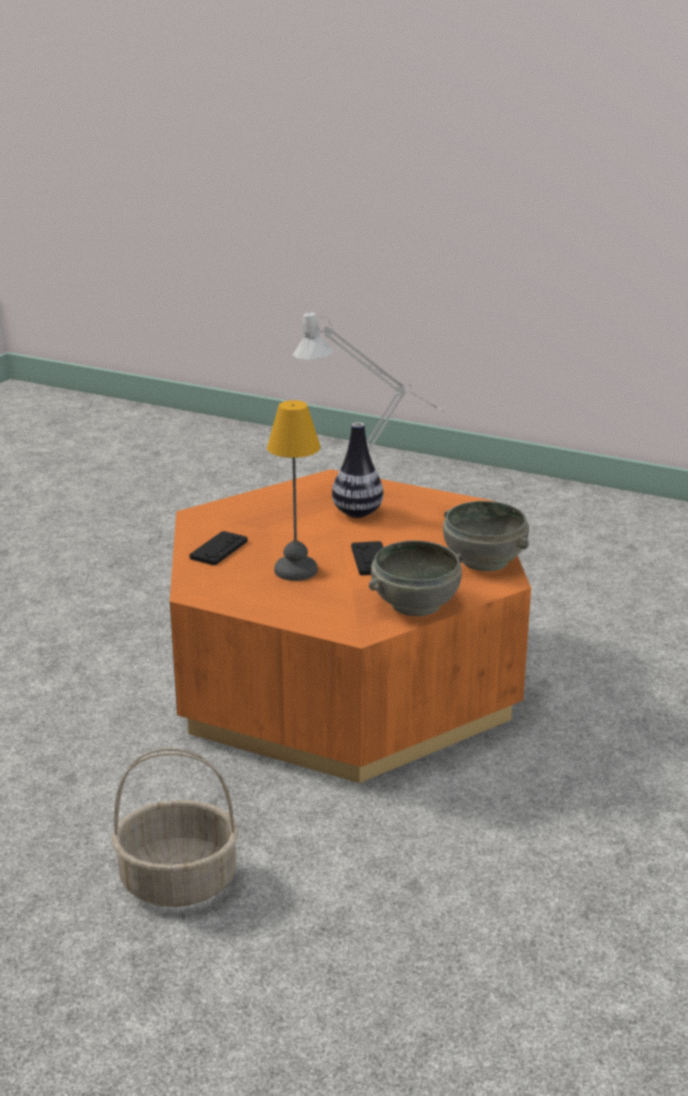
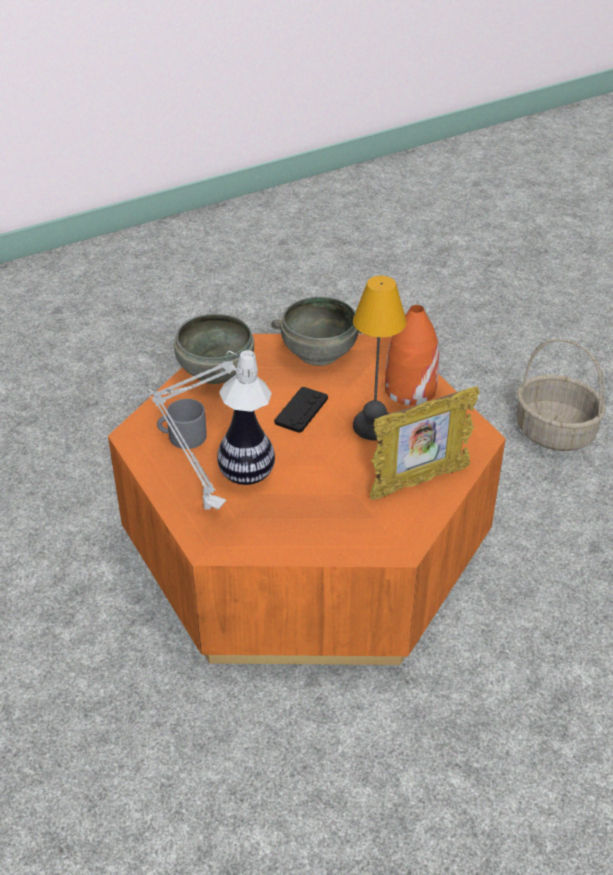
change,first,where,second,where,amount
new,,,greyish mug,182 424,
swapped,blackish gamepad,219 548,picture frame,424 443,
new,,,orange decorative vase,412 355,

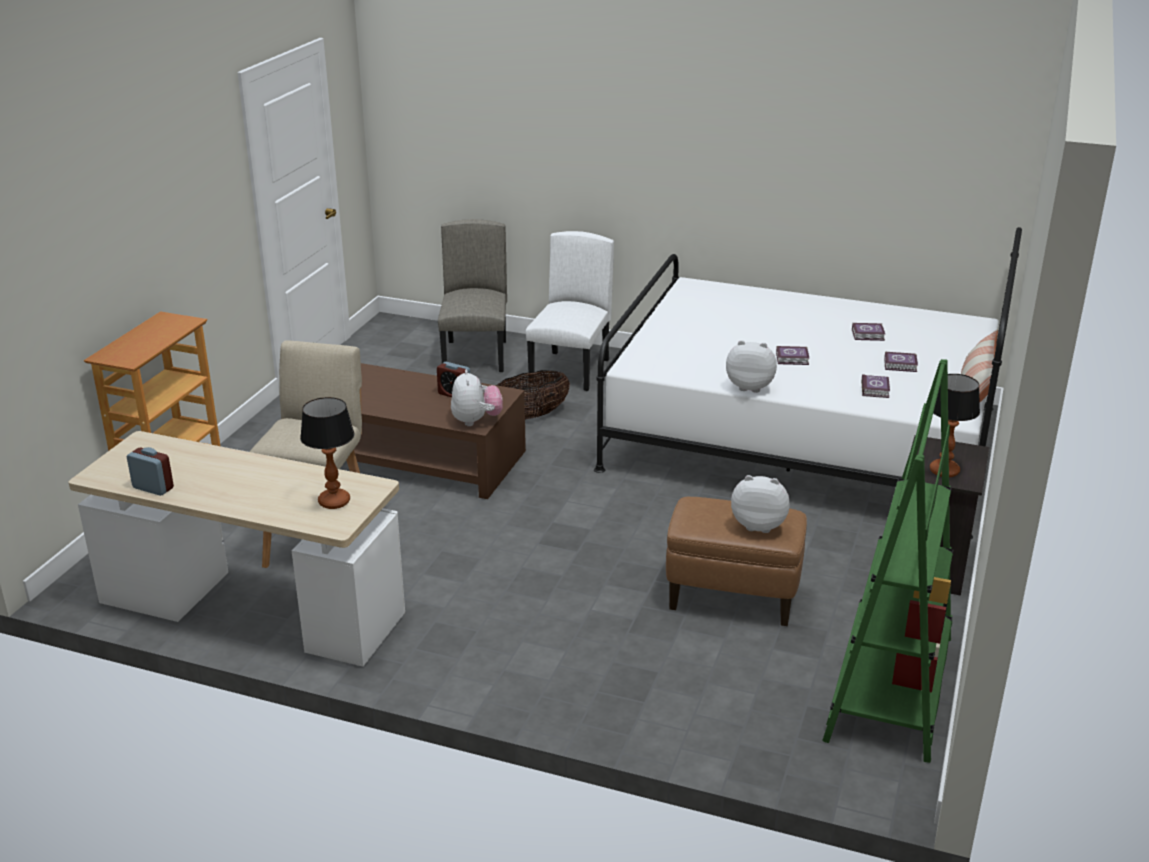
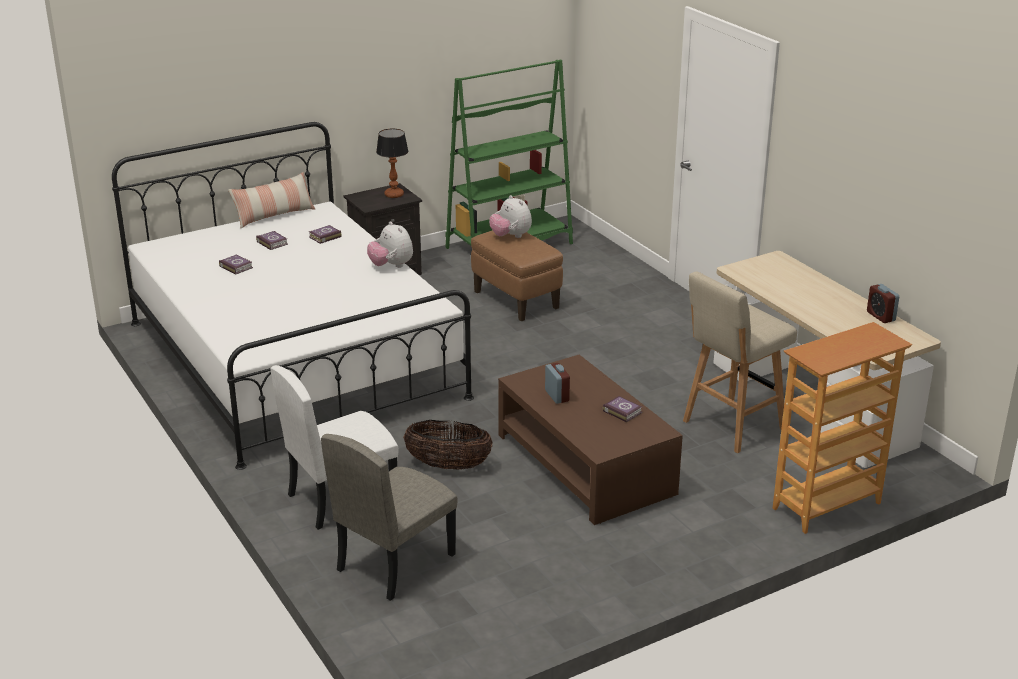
change,first,where,second,where,amount
shifted,book,792 355,,622 409,
gone,table lamp,327 453,,,
gone,cuddly toy,477 397,,,

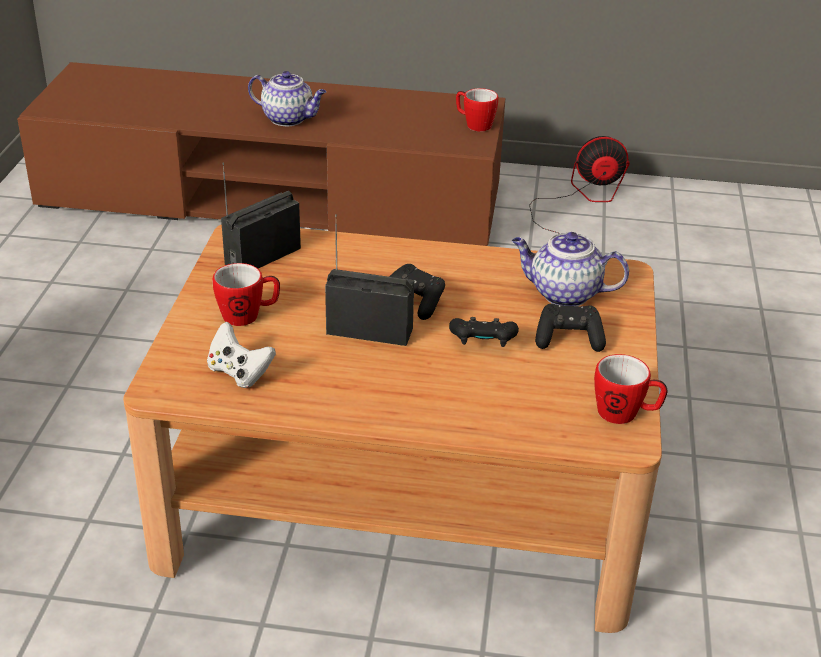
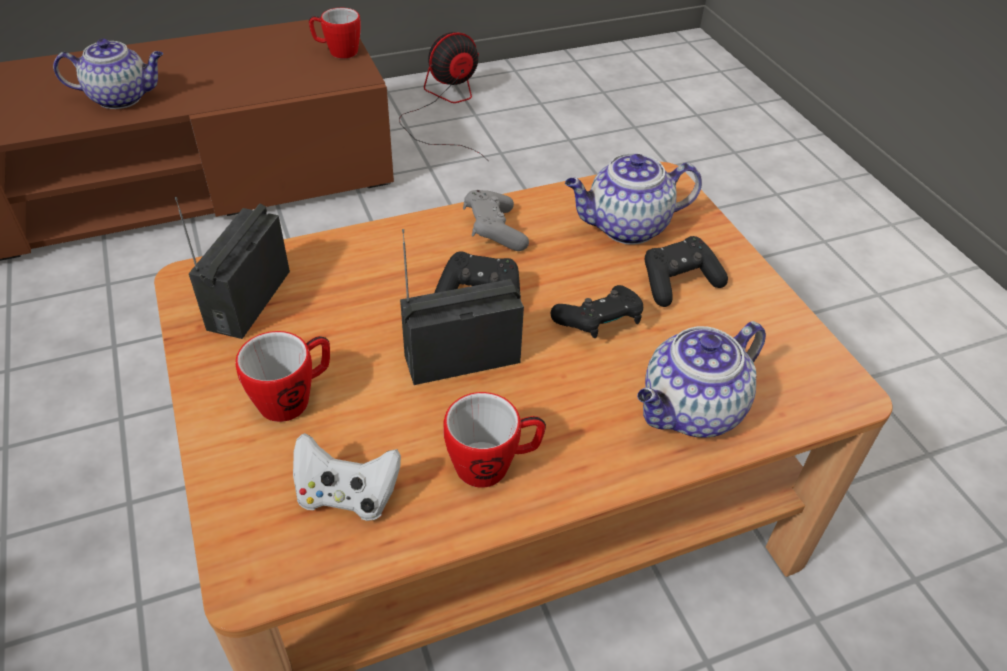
change,first,where,second,where,amount
shifted,mug,631 389,,494 440,
new,,,greyish gamepad,496 220,
new,,,tea pot,701 379,

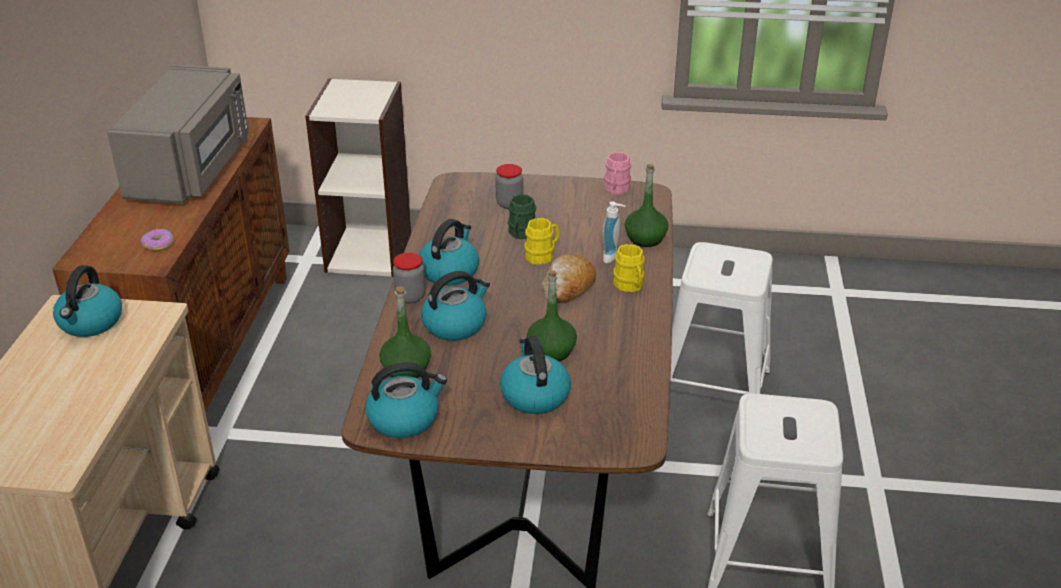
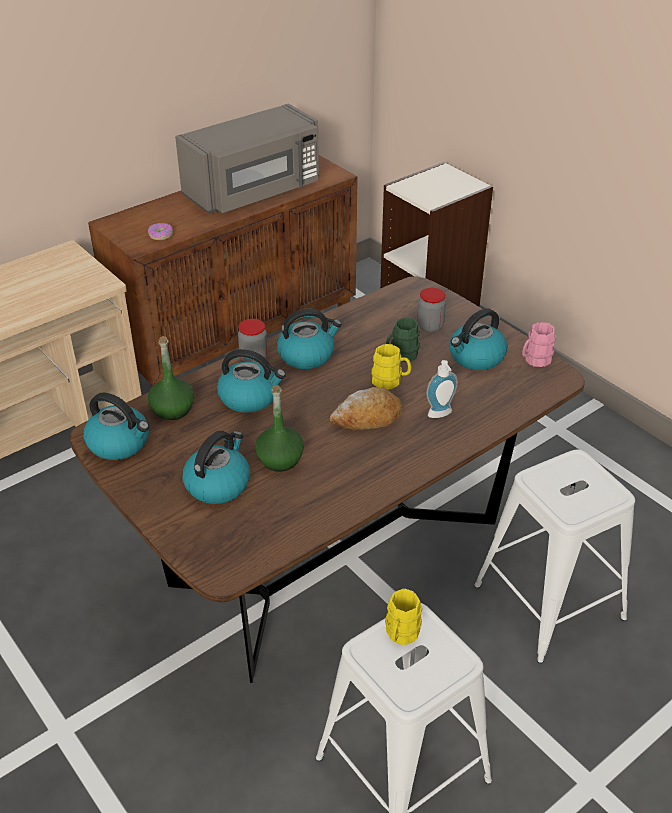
change,first,where,second,where,amount
shifted,yellow-coloured mug,629 268,,403 617,
shifted,kettle,87 301,,478 339,
gone,greenish beverage bottle,646 205,,,

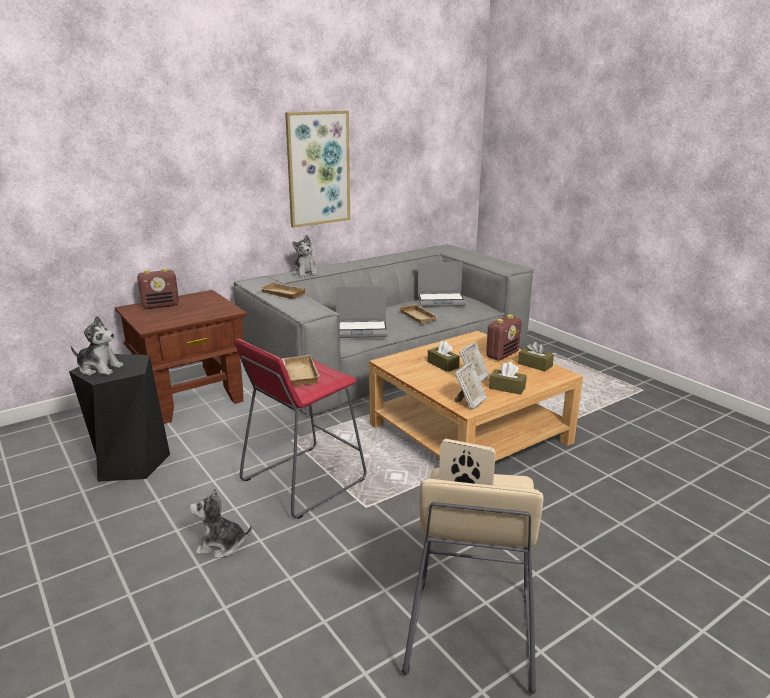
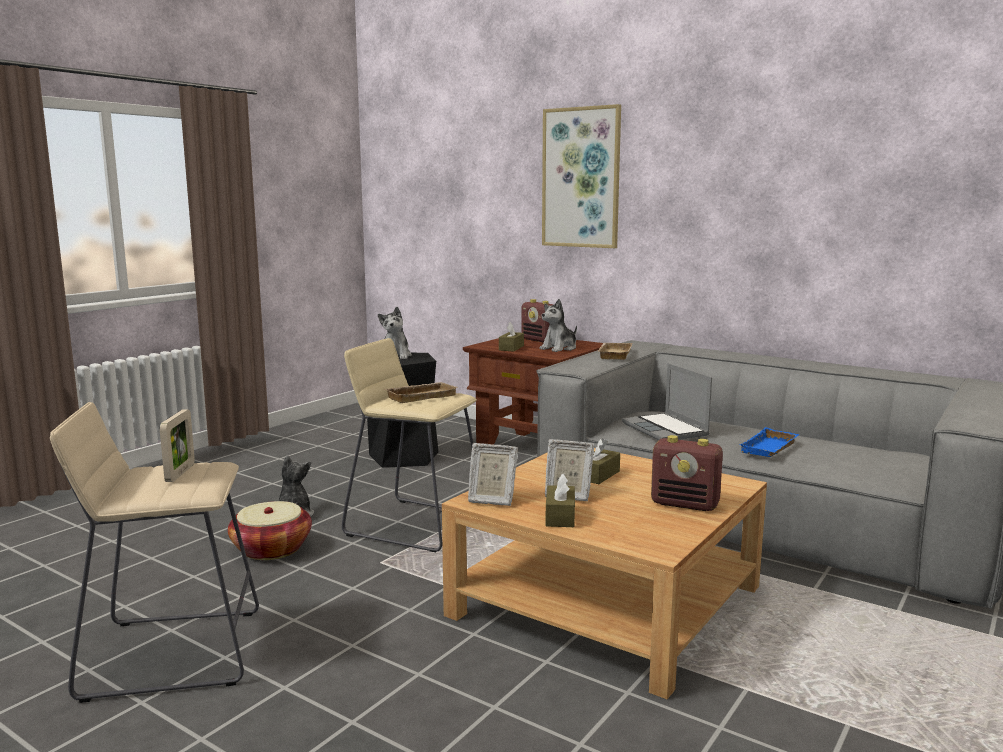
change,first,where,second,where,amount
new,,,basket,270 530,
repainted,reddish stool,301 429,sand-coloured stool,409 445,
shifted,brown-coloured box of tissues,536 356,,511 336,
shifted,cuddly toy,305 256,,558 325,
shifted,picture,317 169,,581 176,
repainted,sand-coloured serving tray,419 314,blue-coloured serving tray,770 442,
gone,notebook computer,442 284,,,

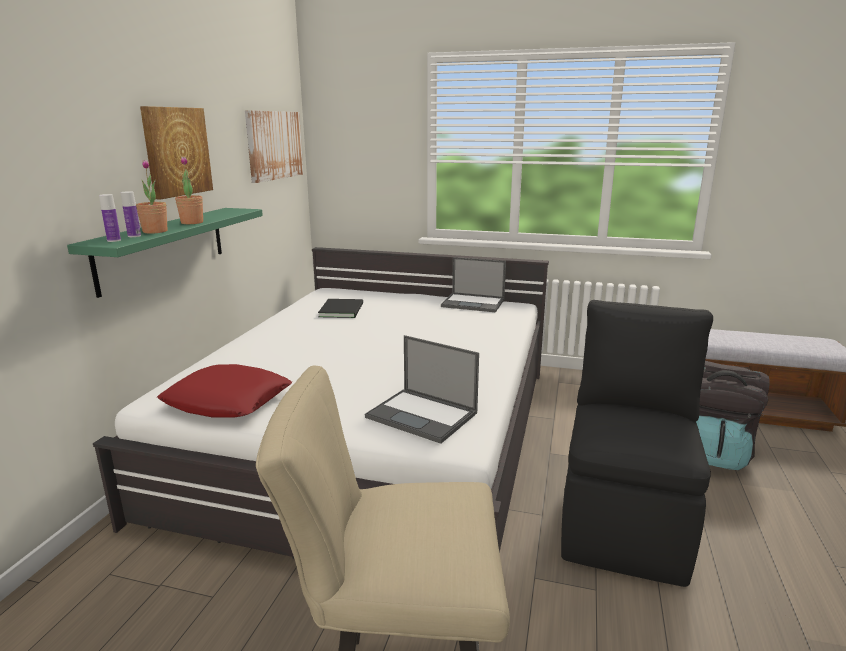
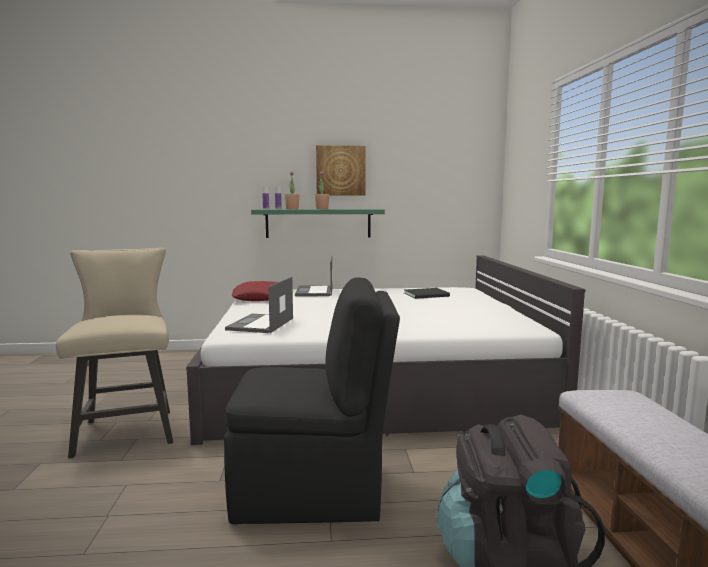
change,first,where,second,where,amount
shifted,notebook computer,473 285,,313 276,
gone,picture,274 146,,,

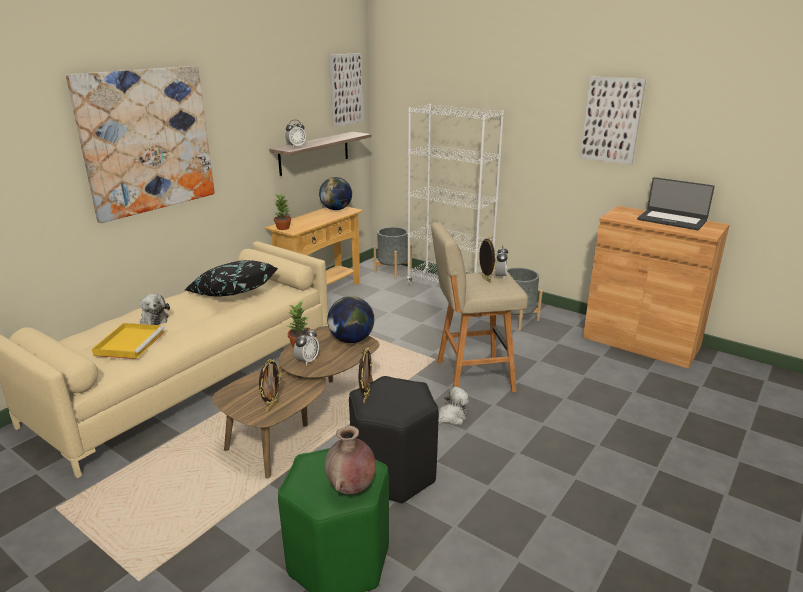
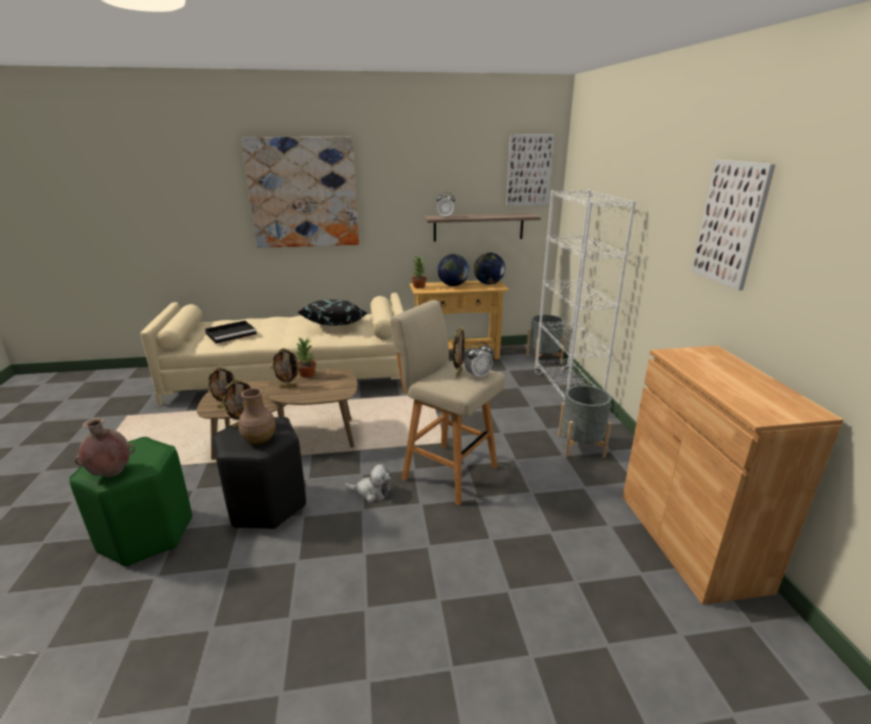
change,first,where,second,where,amount
repainted,yellow-coloured serving tray,128 341,blackish serving tray,231 332,
new,,,brown-coloured decorative vase,257 416,
swapped,bedside clock,306 346,picture frame,285 368,
shifted,world globe,350 319,,453 270,
gone,cuddly toy,155 309,,,
gone,notebook computer,676 203,,,

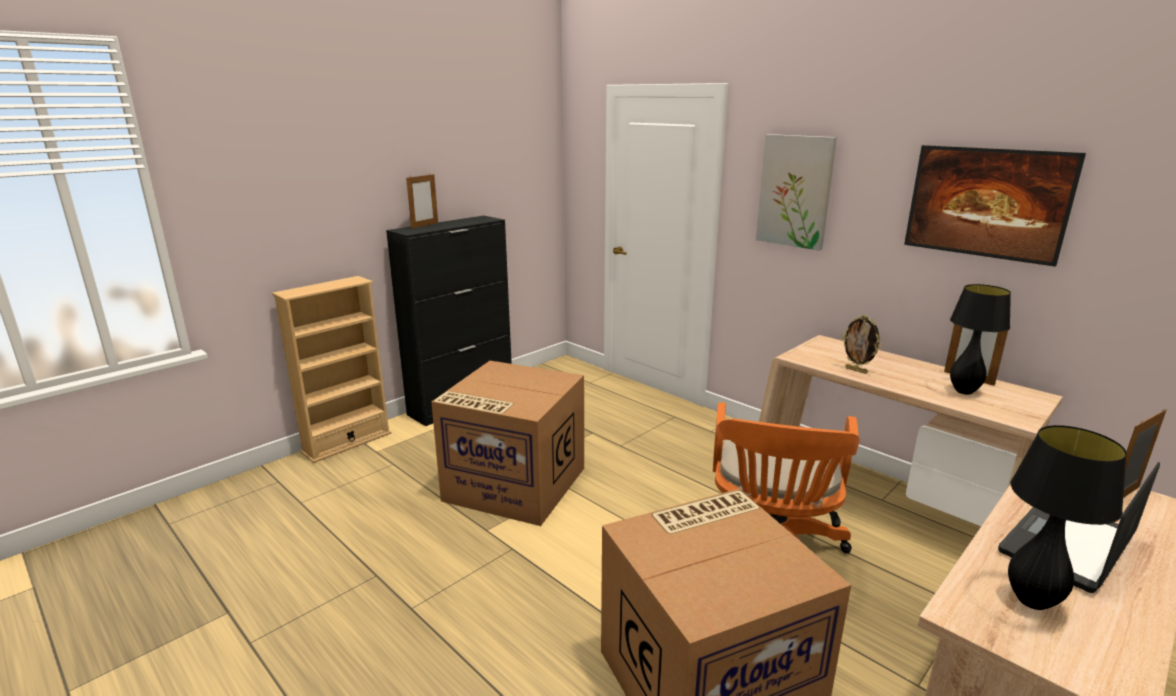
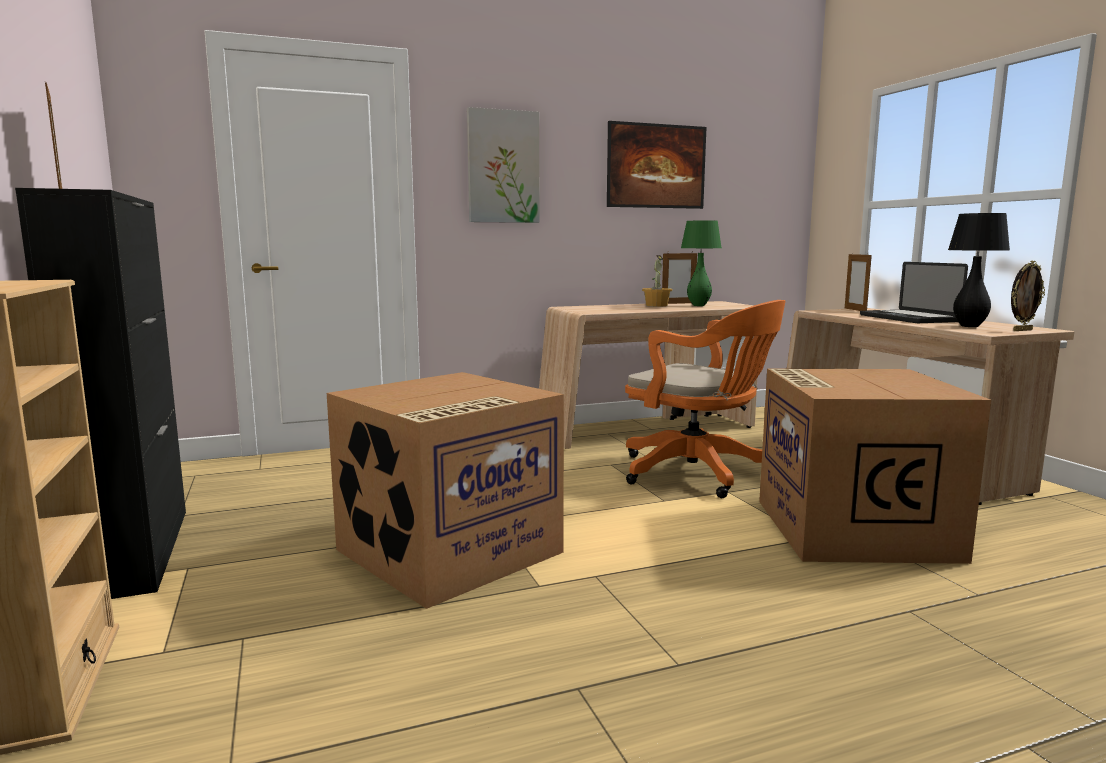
change,first,where,second,where,amount
new,,,plant in a pot,657 280,
repainted,blackish table lamp,980 339,greenish table lamp,701 263,
shifted,picture frame,861 344,,1028 296,

